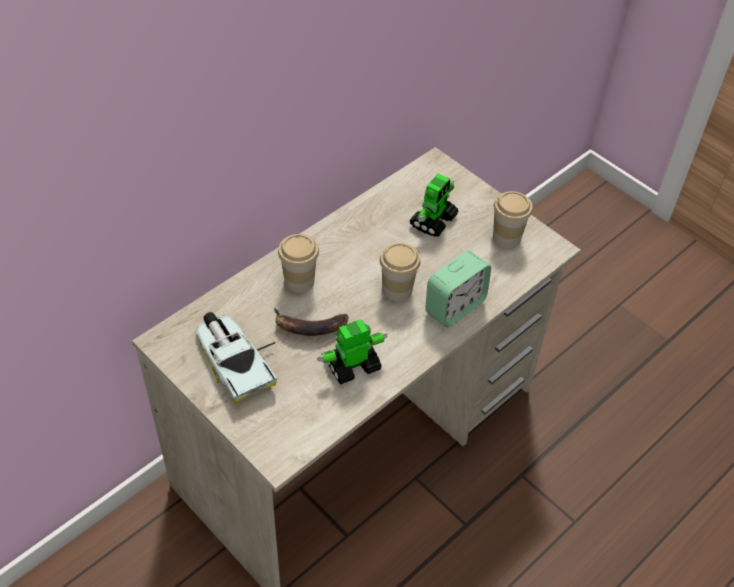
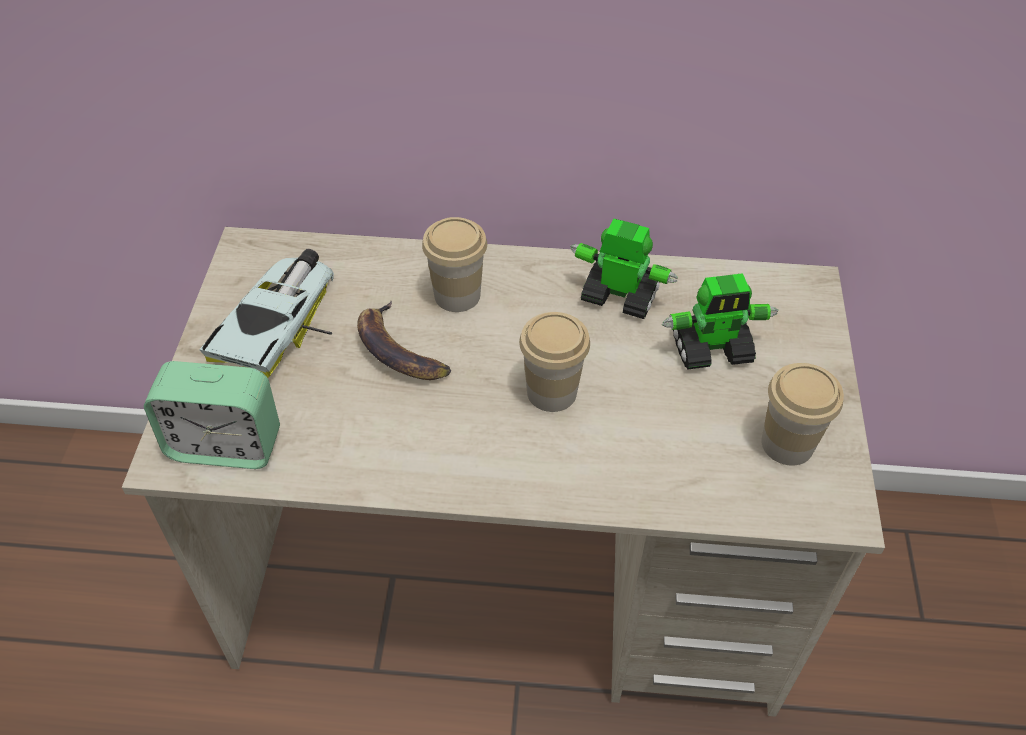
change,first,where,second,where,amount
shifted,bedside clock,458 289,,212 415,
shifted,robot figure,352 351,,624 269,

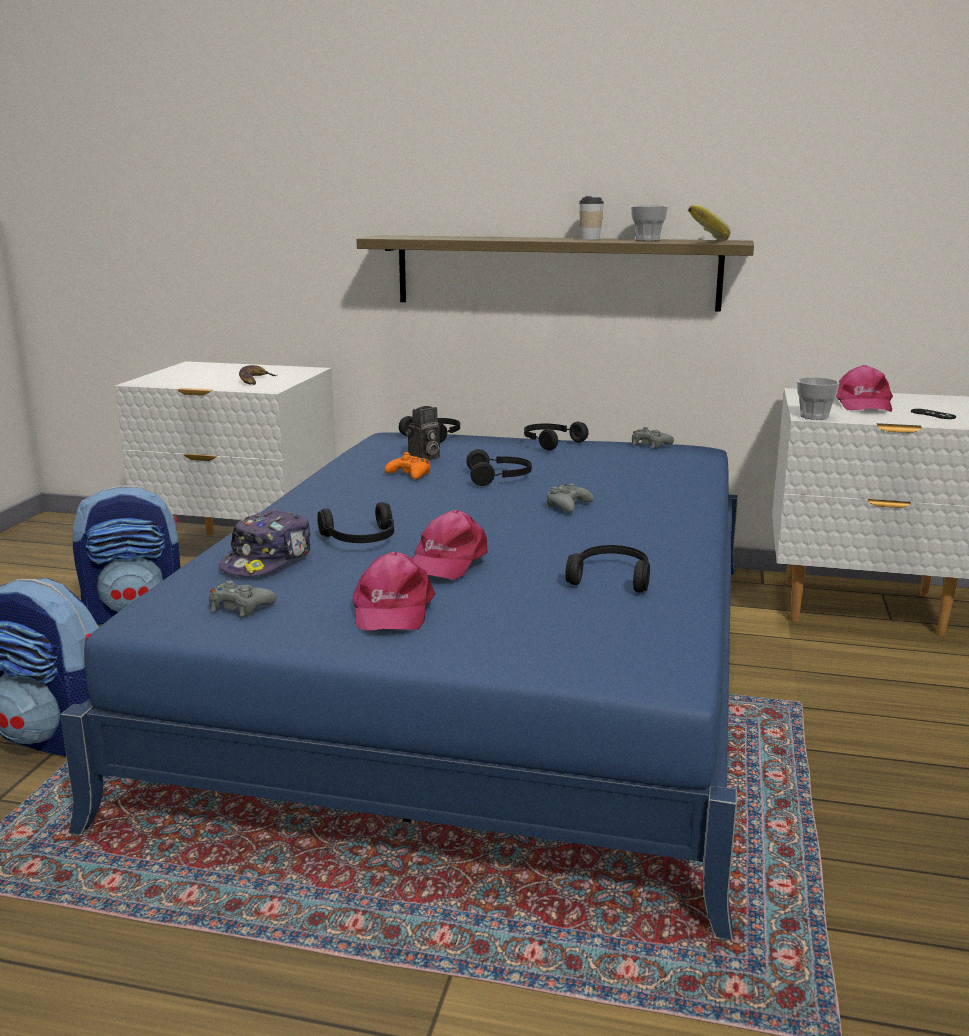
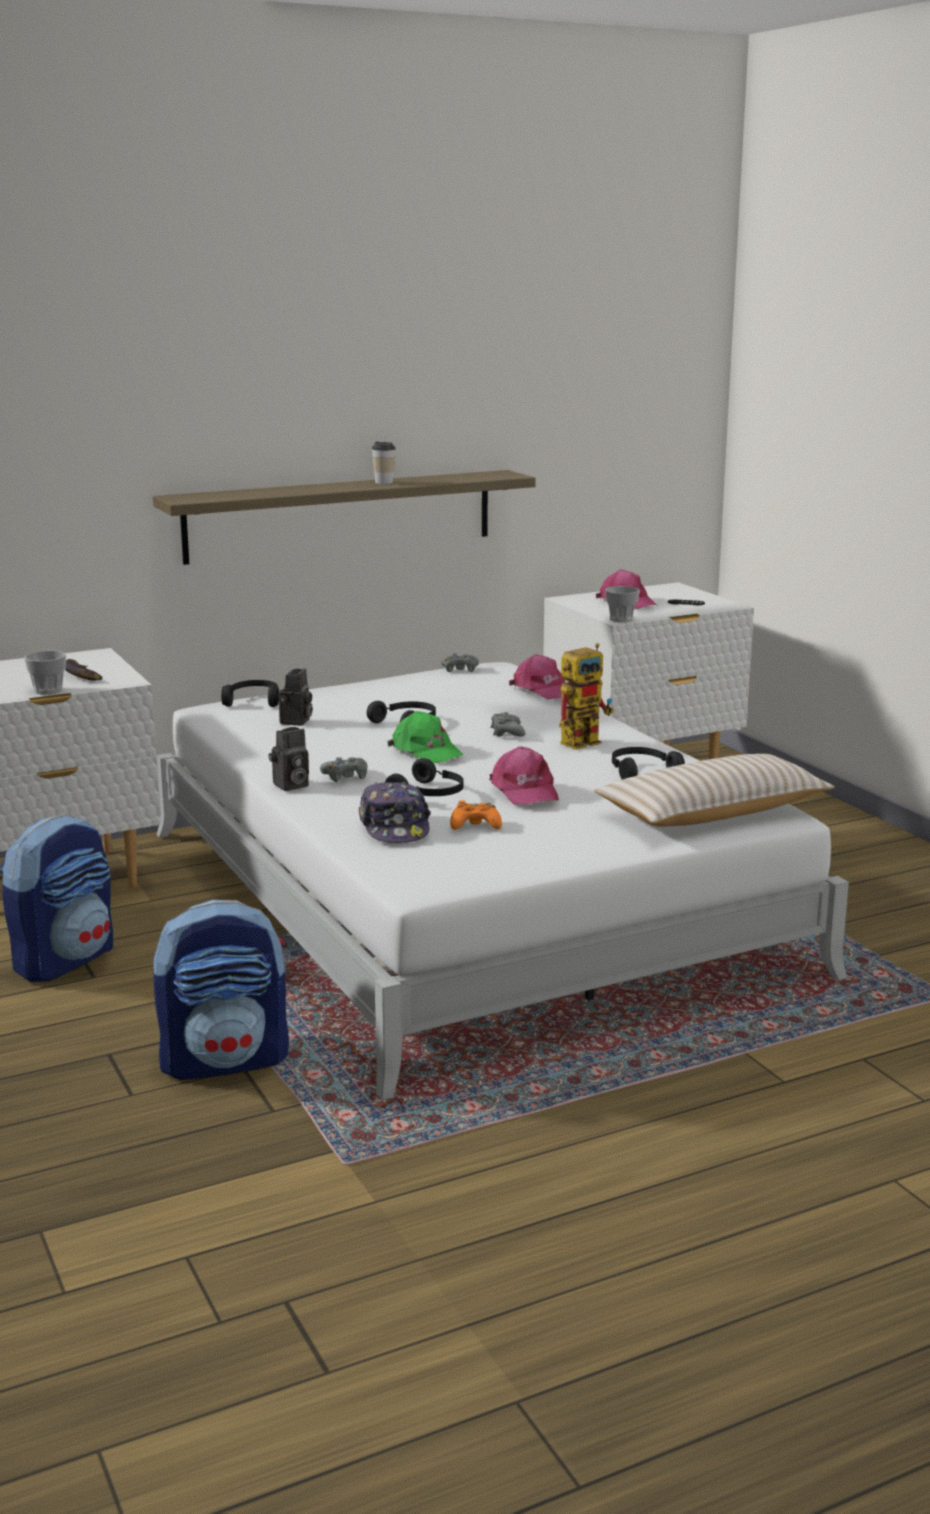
change,first,where,second,where,amount
shifted,drinking cup,649 223,,45 672,
repainted,blue-coloured sleeping bed,399 685,white-coloured sleeping bed,503 881,
new,,,still camera,288 759,
shifted,greyish gamepad,243 598,,344 769,
new,,,greenish cap,425 737,
shifted,orange gamepad,407 465,,476 815,
shifted,pinkish cap,394 591,,537 677,
new,,,robot figure,586 696,
new,,,sand-coloured pillow,714 790,
gone,blackish headphones,556 436,,,
gone,whole banana,709 223,,,

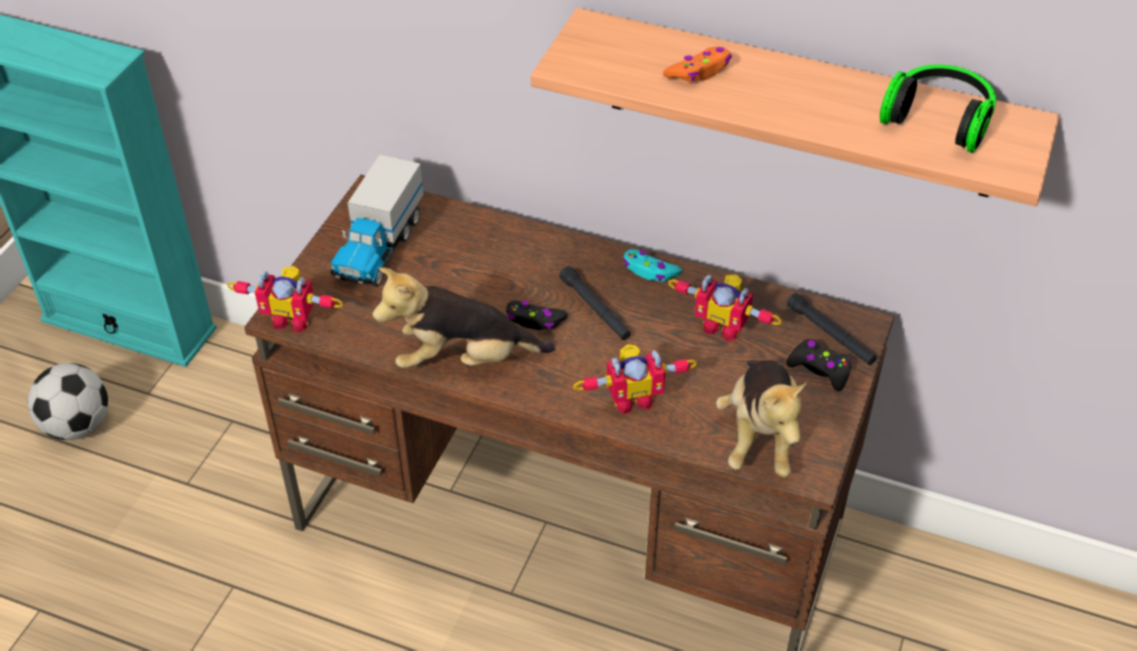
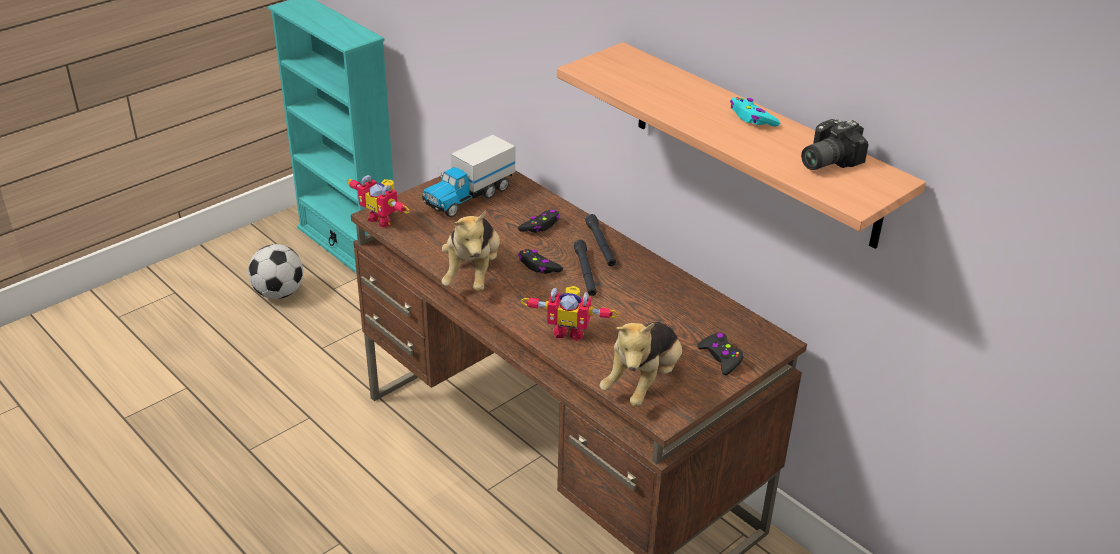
change,first,where,second,where,amount
rotated,cuddly toy,463 317,,470 251,105 degrees counterclockwise
new,,,blackish gamepad,539 221,
shifted,blackish torch,831 329,,600 240,
shifted,turquoise gamepad,652 265,,755 112,
swapped,headphones,938 108,still camera,835 144,
gone,orange gamepad,697 64,,,
gone,robot figure,725 308,,,

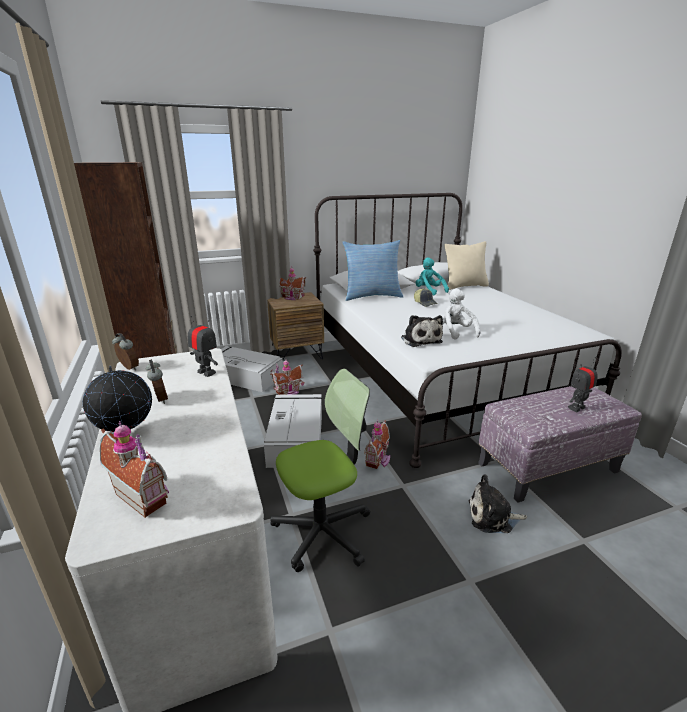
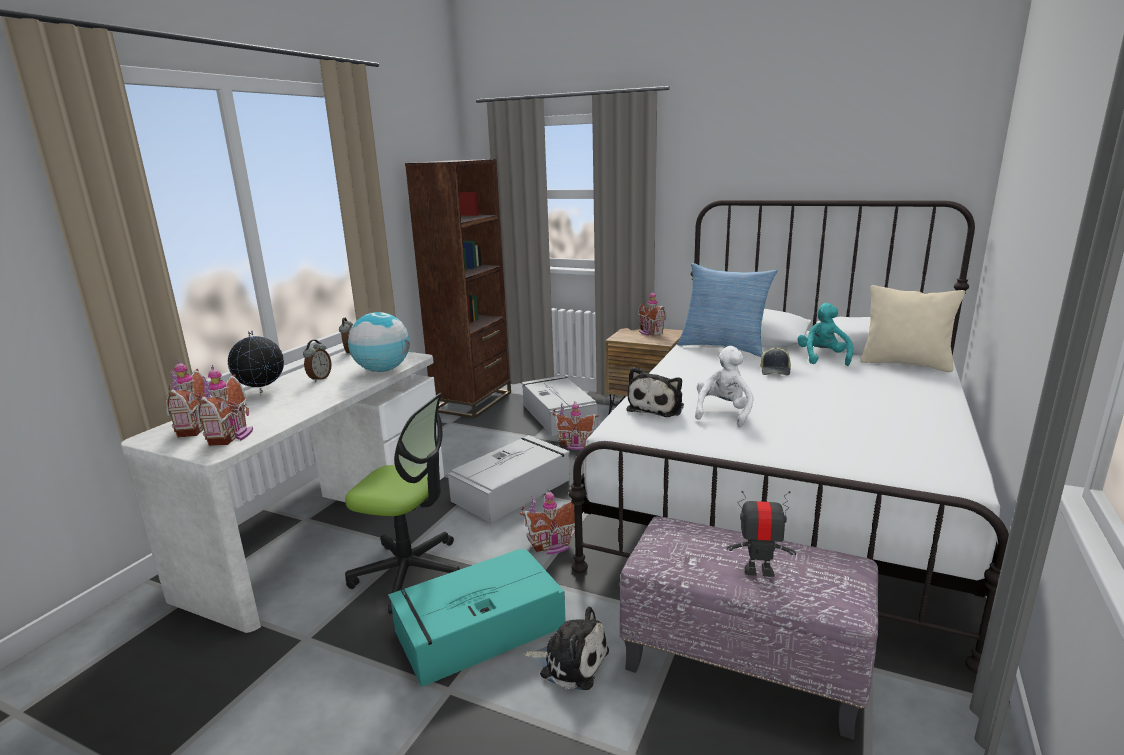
change,first,where,second,where,amount
new,,,model house,224 405,
swapped,robot figure,203 346,world globe,379 342,
new,,,turquoise storage container,477 618,
rotated,cuddly toy,498 503,,566 648,150 degrees clockwise

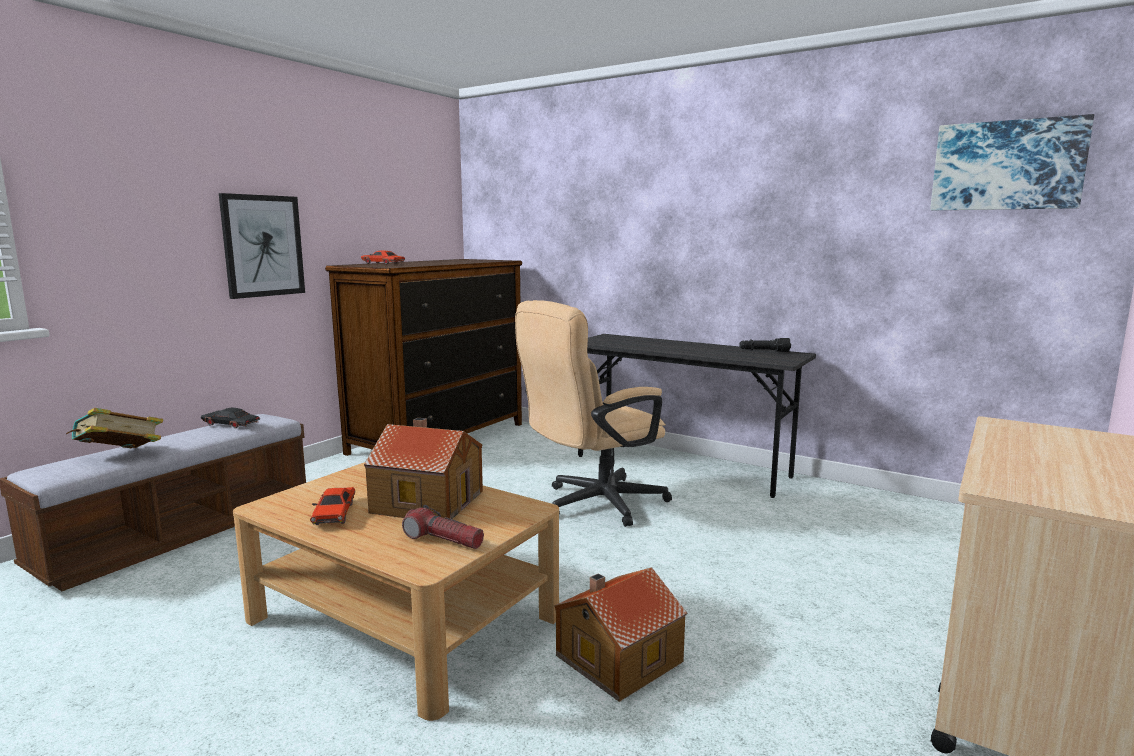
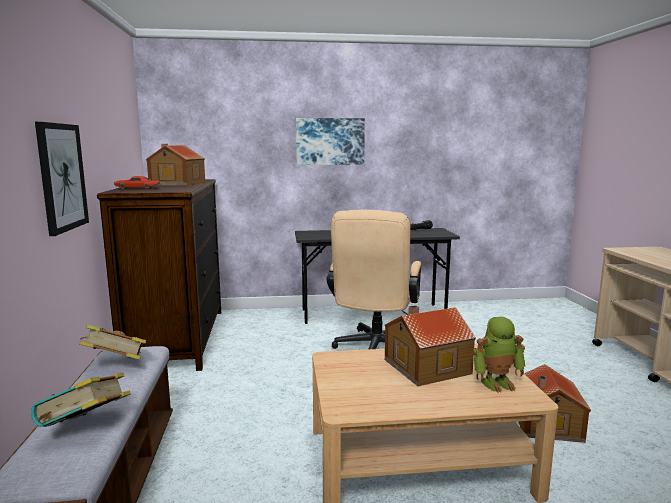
change,first,where,second,where,amount
swapped,blackish miniature car,230 417,book,112 342,
new,,,model house,175 165,
shifted,picture,1012 162,,330 141,
swapped,torch,443 527,robot figure,499 355,
gone,reddish miniature car,332 506,,,

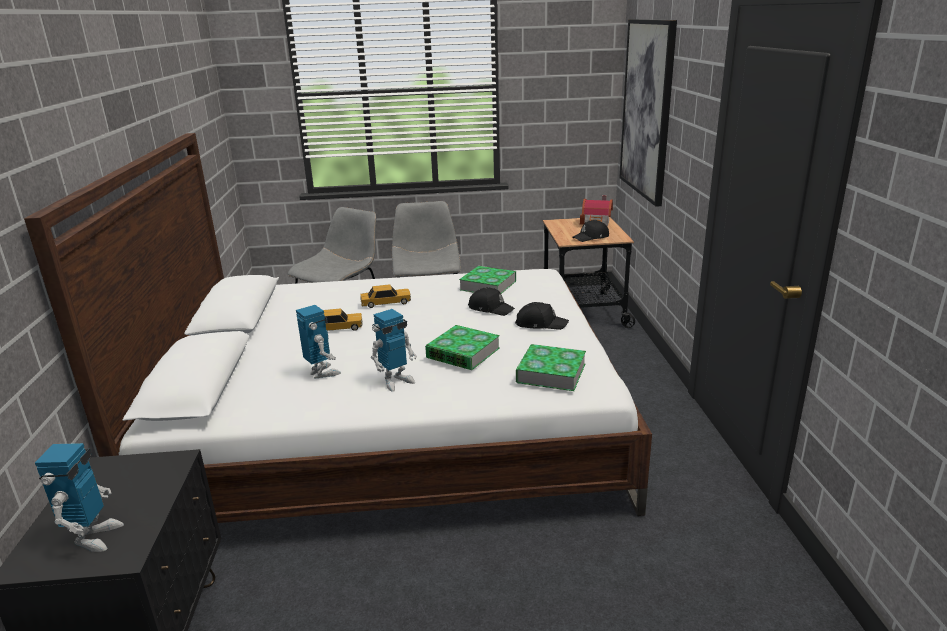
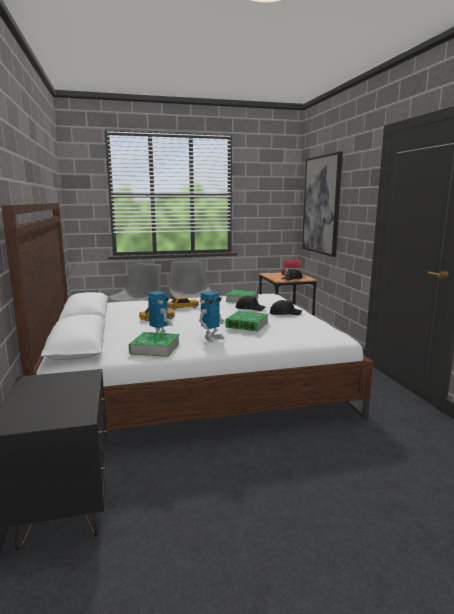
change,first,where,second,where,amount
shifted,book,551 367,,154 344,
gone,robot figure,79 497,,,

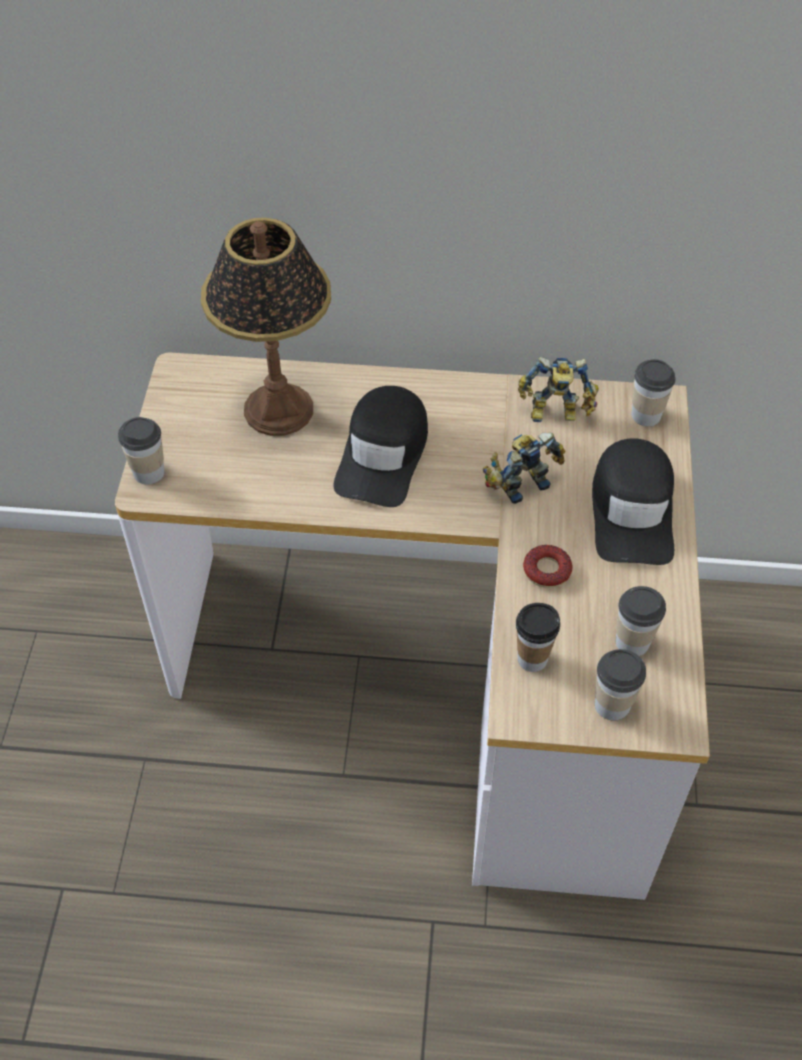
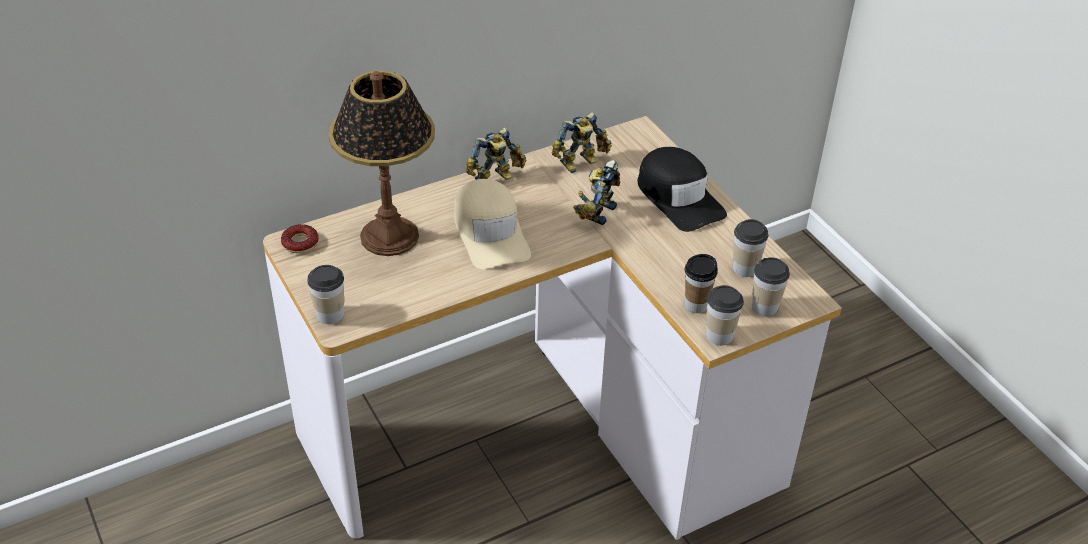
change,first,where,second,where,amount
shifted,doughnut,548 566,,300 239,
repainted,blackish cap,381 446,sand-coloured cap,492 224,
new,,,robot figure,496 154,
shifted,drinking cup,654 392,,725 315,

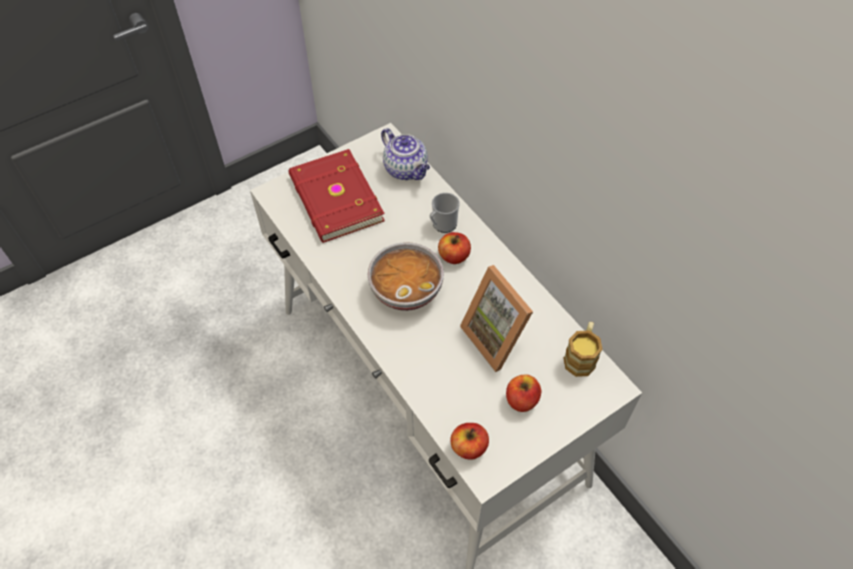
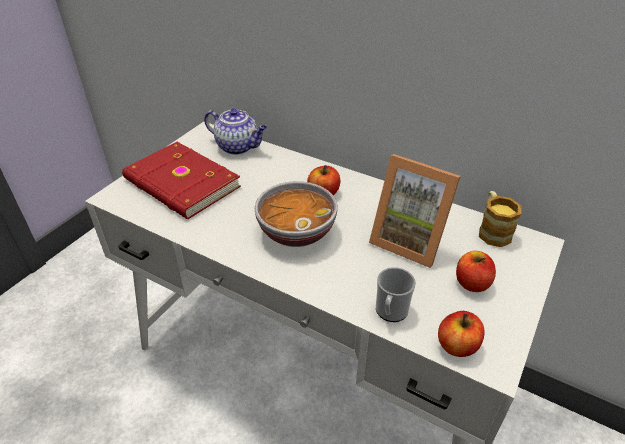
change,first,where,second,where,amount
shifted,mug,445 213,,396 294,

